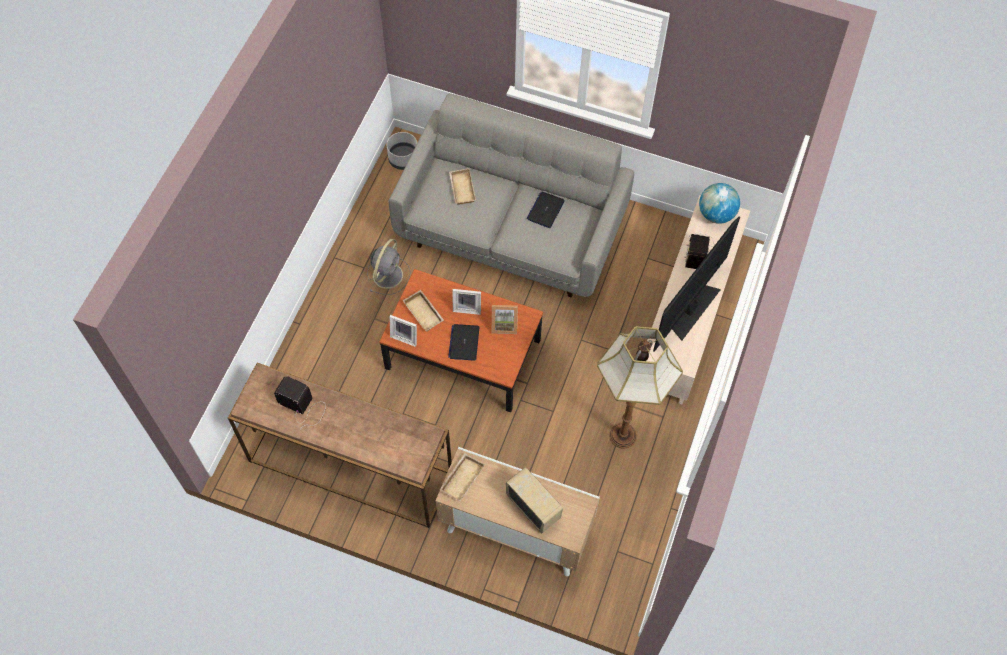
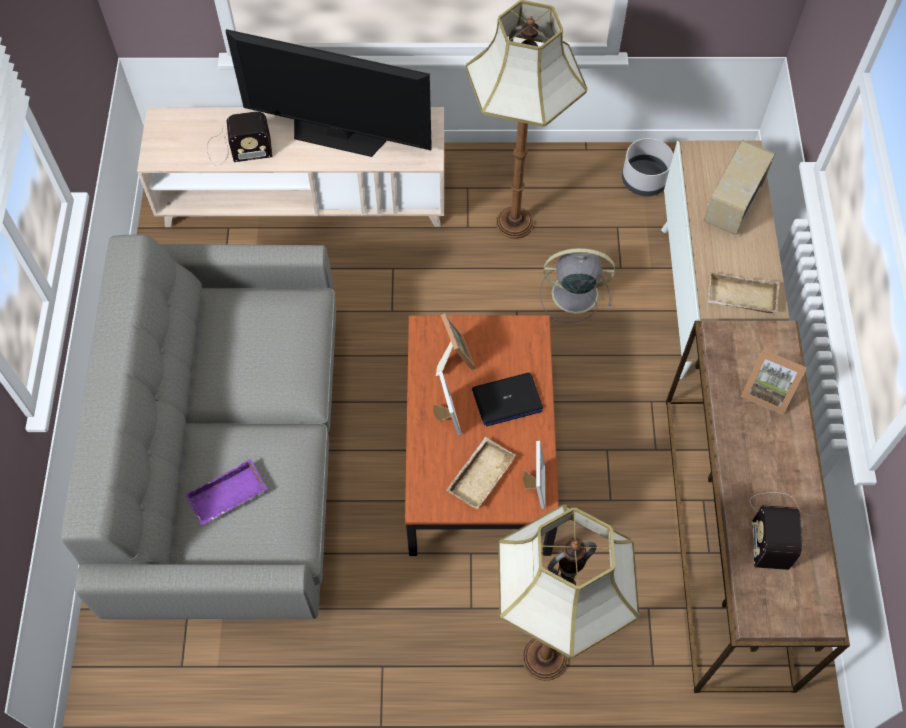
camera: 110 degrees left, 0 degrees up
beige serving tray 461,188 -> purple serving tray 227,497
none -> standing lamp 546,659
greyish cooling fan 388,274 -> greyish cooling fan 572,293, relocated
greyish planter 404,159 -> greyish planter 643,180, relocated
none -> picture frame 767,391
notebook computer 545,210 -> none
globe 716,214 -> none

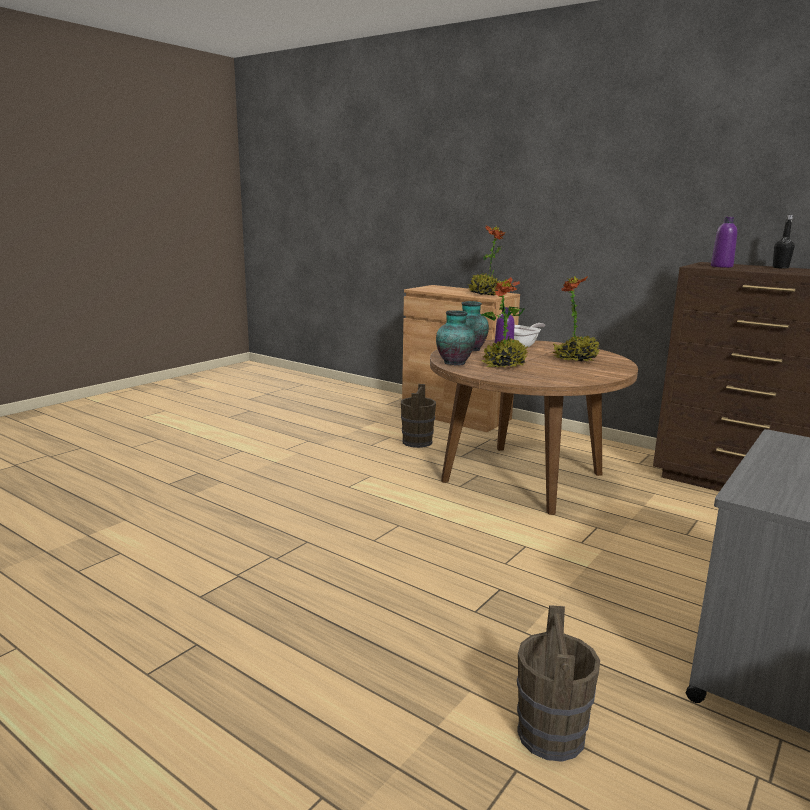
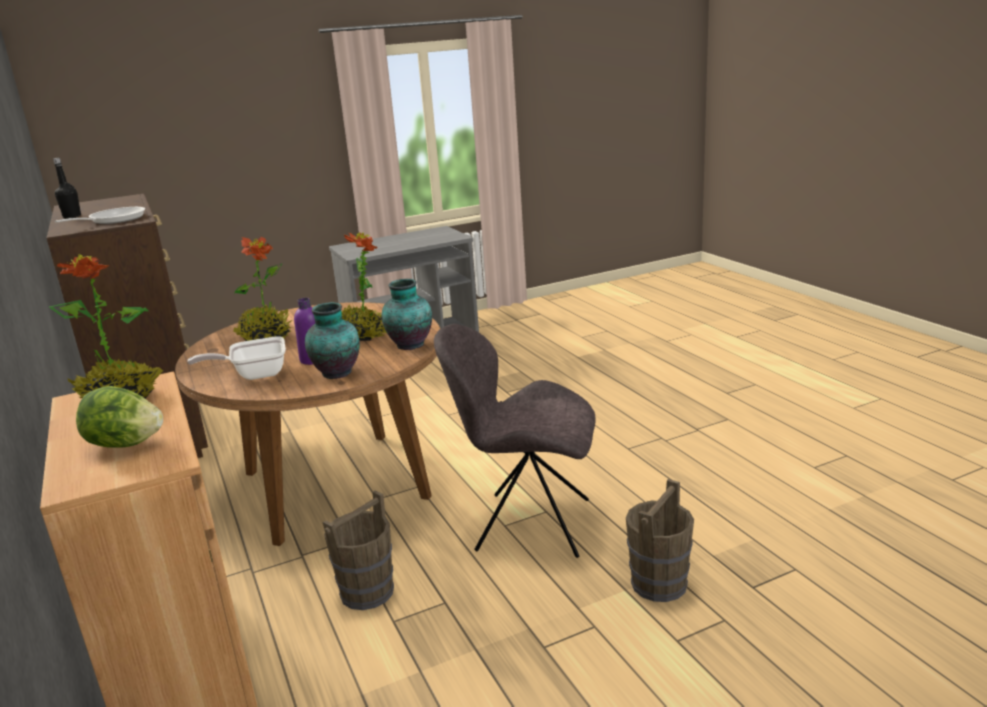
camera: 150 degrees left, 5 degrees up
purple beverage bottle 721,266 -> skillet 113,220
none -> lettuce head 125,444
none -> greyish chair 528,524
brown-coloured pail 551,734 -> brown-coloured pail 658,584, relocated

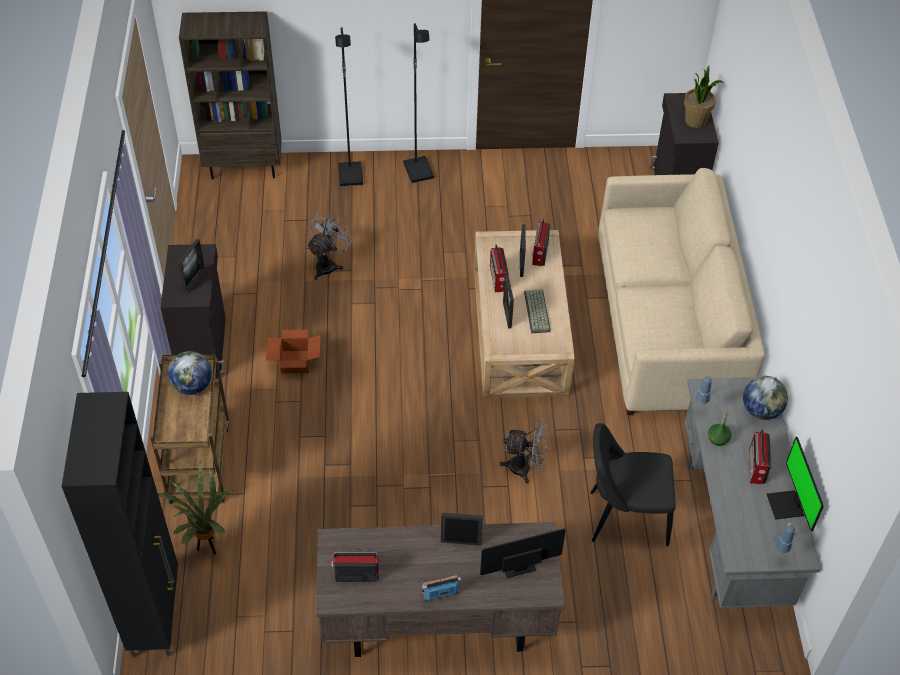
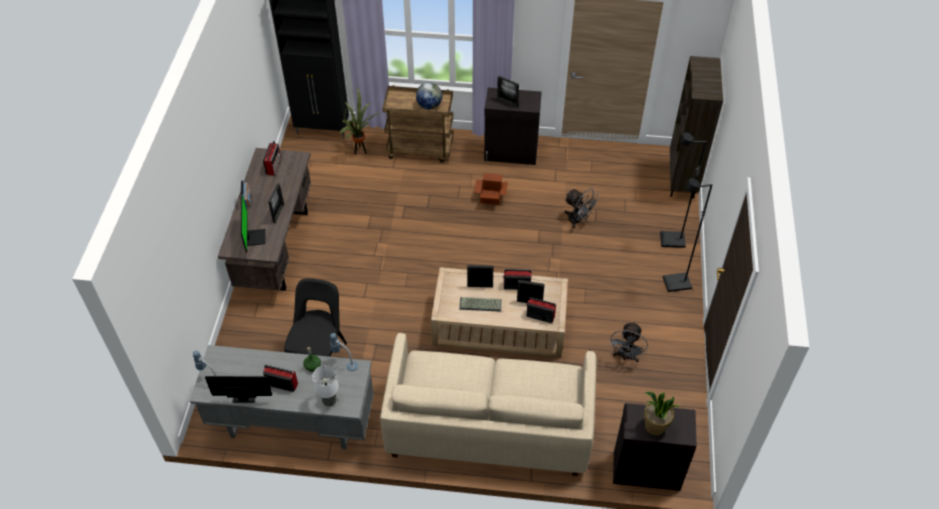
camera: 100 degrees right, 0 degrees up
globe 761,410 -> lamp for a table 329,400
greyish cooling fan 526,468 -> greyish cooling fan 625,356, relocated

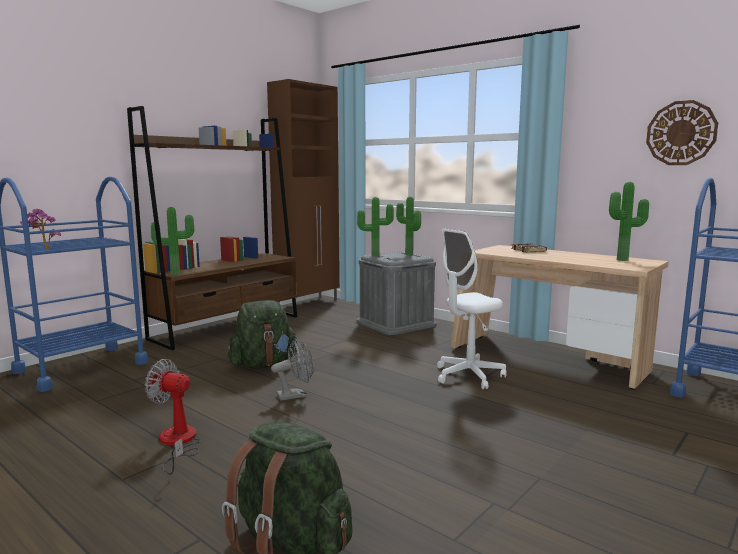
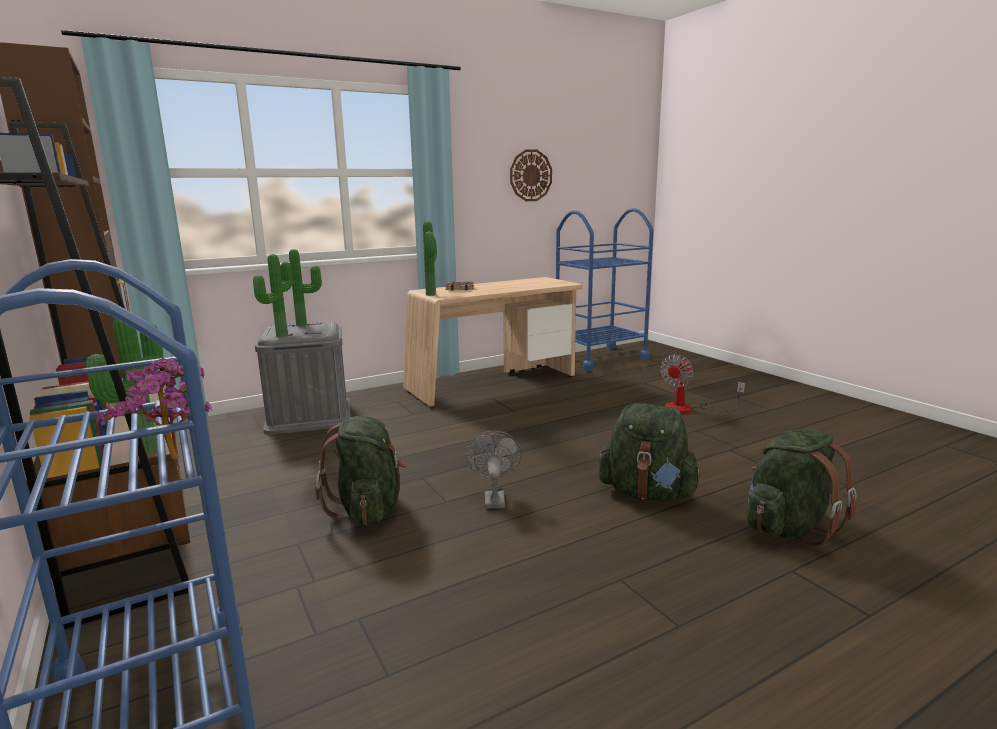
camera: 70 degrees left, 5 degrees up
plant in a pot 624,260 -> plant in a pot 432,294, relocated
none -> green backpack 647,493
cooling fan 177,443 -> cooling fan 688,409, relocated
white-coloured office chair 468,376 -> none

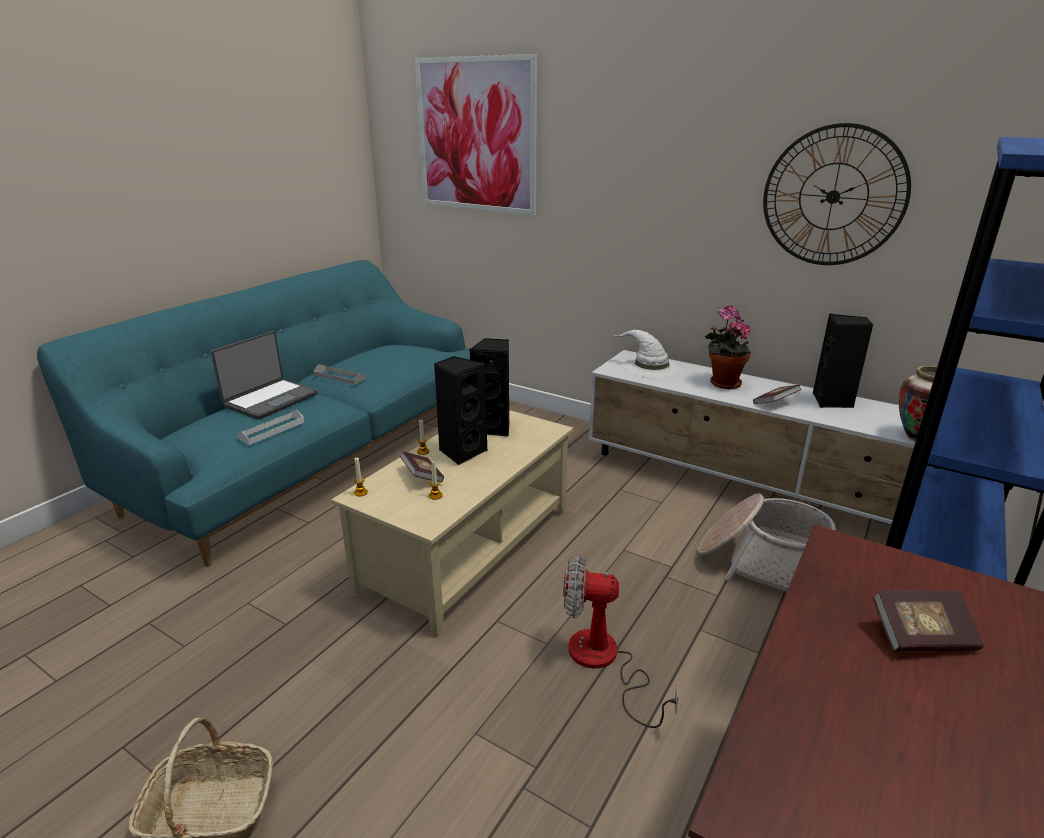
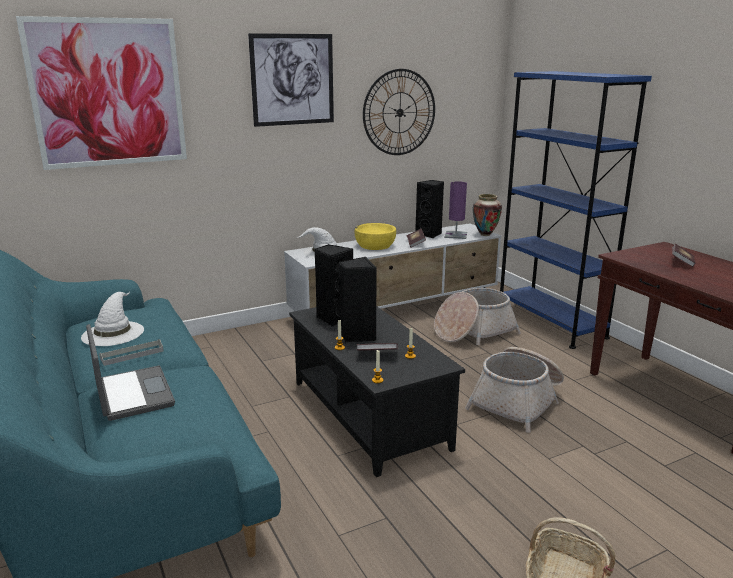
camera: 60 degrees left, 5 degrees down
none -> white-coloured clothing hat 113,333
none -> wall picture 292,80
beige coffee table 466,548 -> black-coloured coffee table 367,414
plant in a pot 722,383 -> yellow deep dish 375,245
none -> purple lamp for a table 456,235
cooling fan 603,662 -> storage basket 518,401
white-coloured serving tray 272,430 -> none

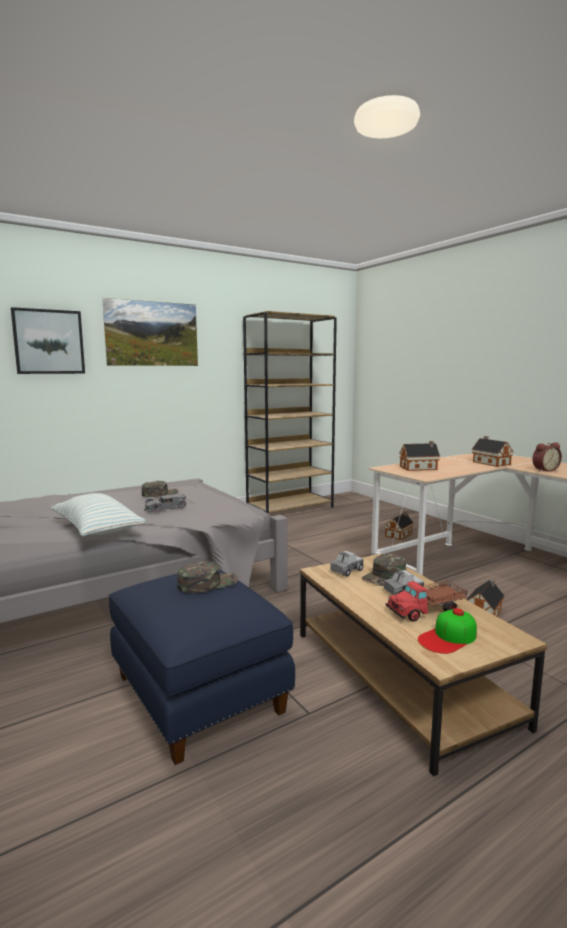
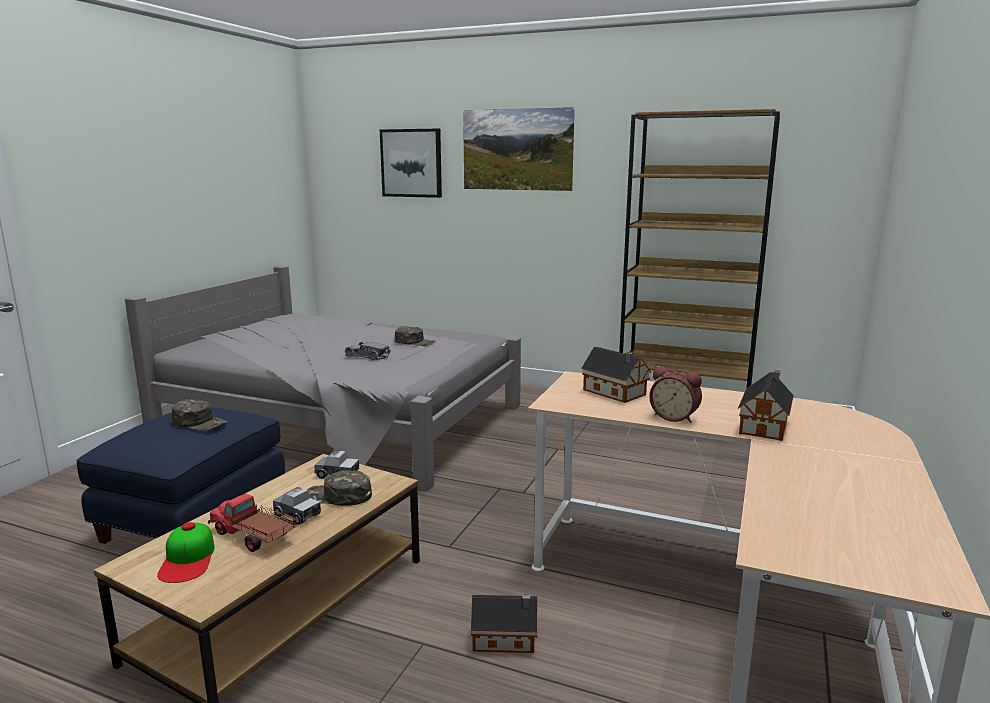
camera: 55 degrees right, 5 degrees up
baseball cap 448,637 -> baseball cap 188,559, 120 degrees counterclockwise
alarm clock 544,470 -> alarm clock 675,417, relocated
cushion 97,530 -> none
model house 399,534 -> none

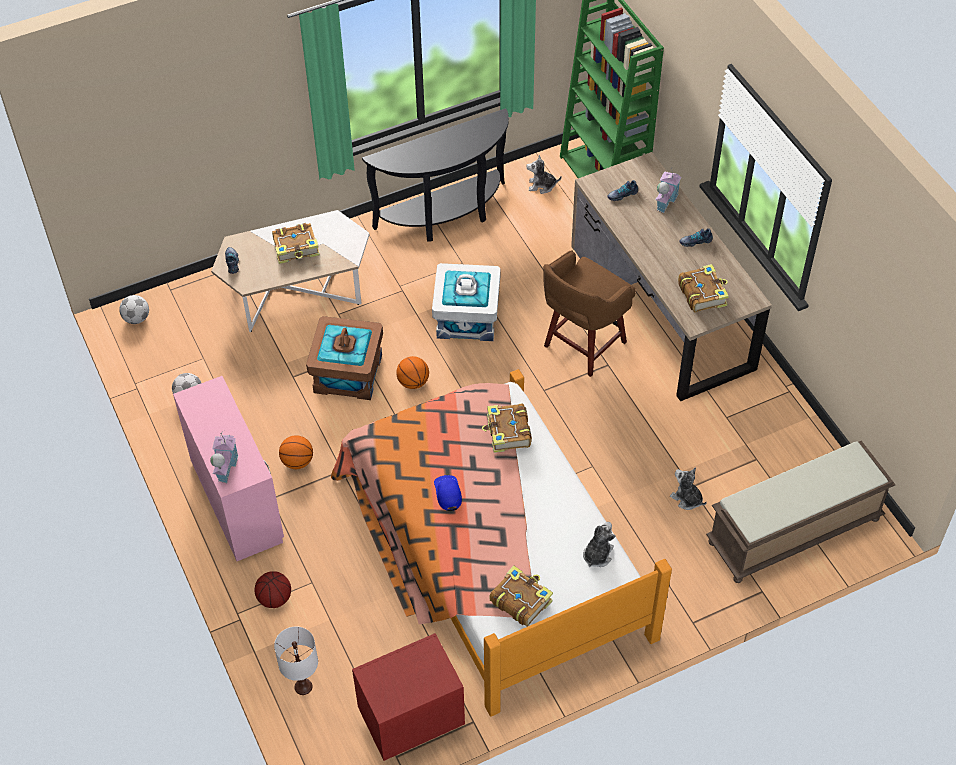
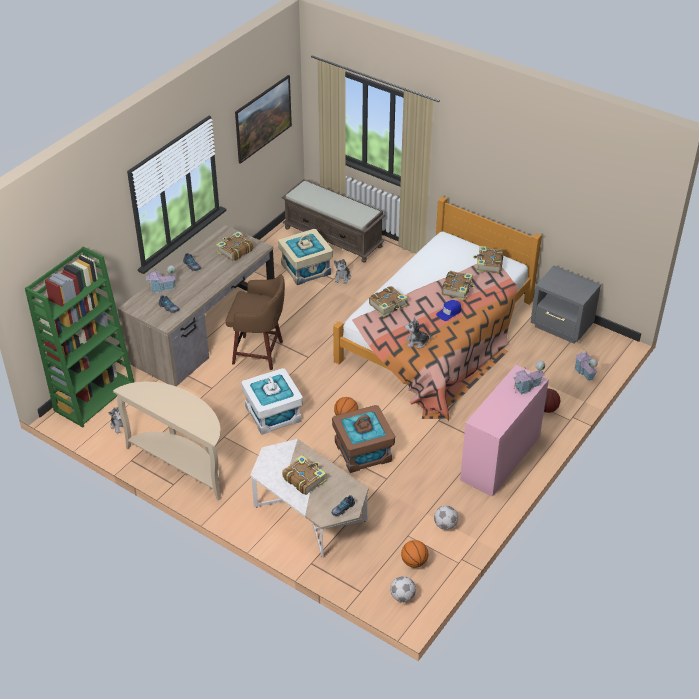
camera: 120 degrees left, 10 degrees down
black-coloured hall table 446,216 -> beige hall table 182,464
none -> wall picture 264,131
none -> beige storage bin 306,269
ball for basketball 297,462 -> ball for basketball 414,562, relocated
soft toy 597,555 -> soft toy 417,342, relocated
none -> volume 457,289
red bedside table 409,719 -> greyish bedside table 562,327
white-coloured lamp for a table 303,687 -> model house 584,373

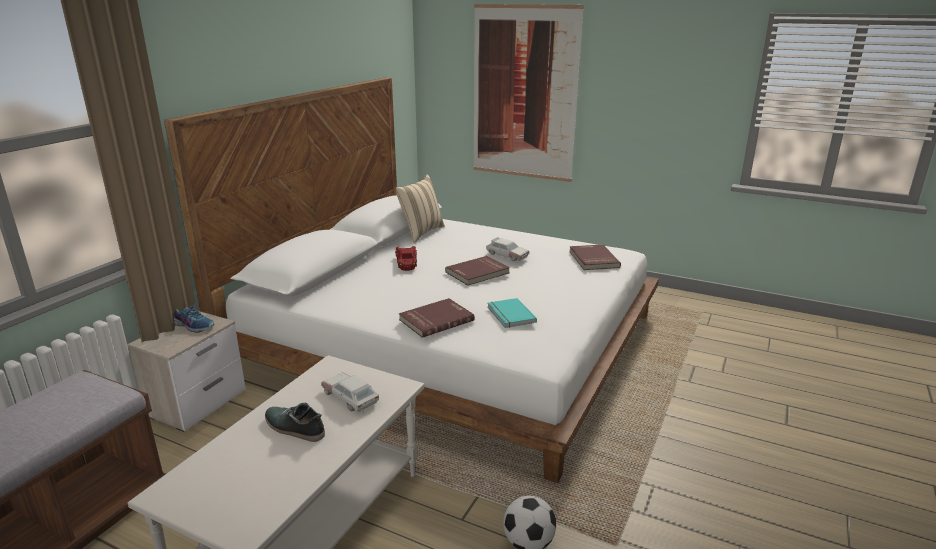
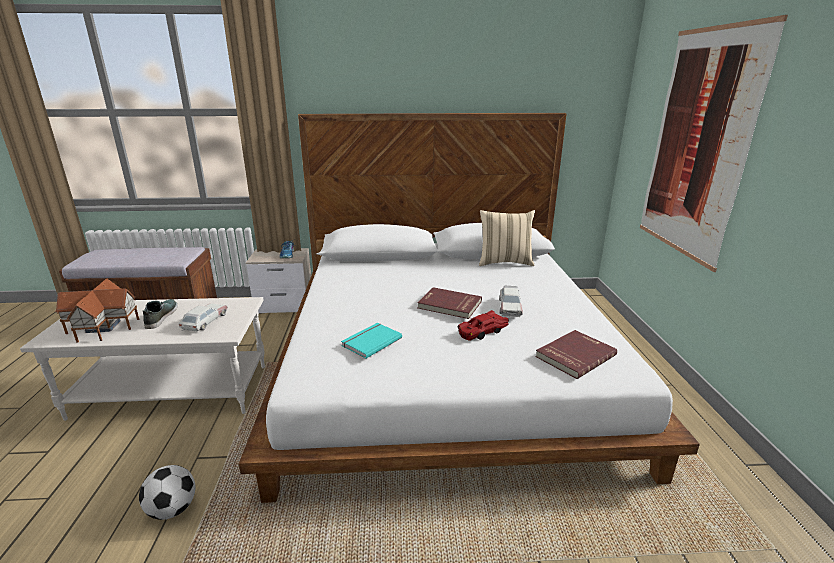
camera: 60 degrees right, 0 degrees up
none -> model house 104,327
red toy car 406,263 -> red toy car 482,331, relocated
red volume 435,319 -> none

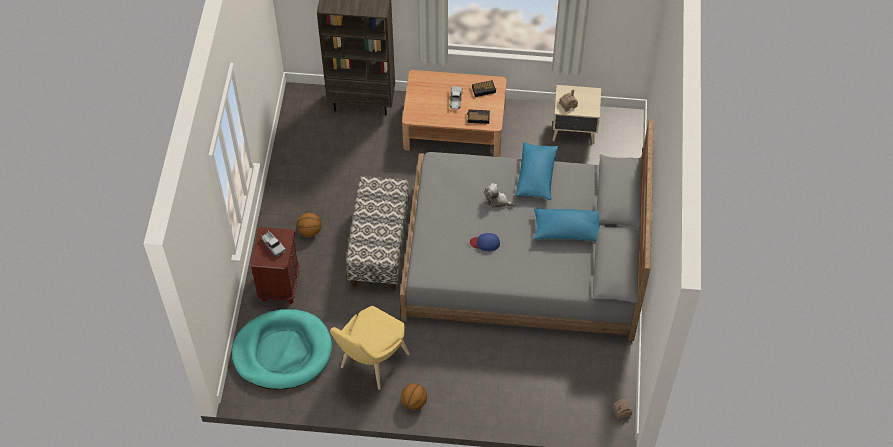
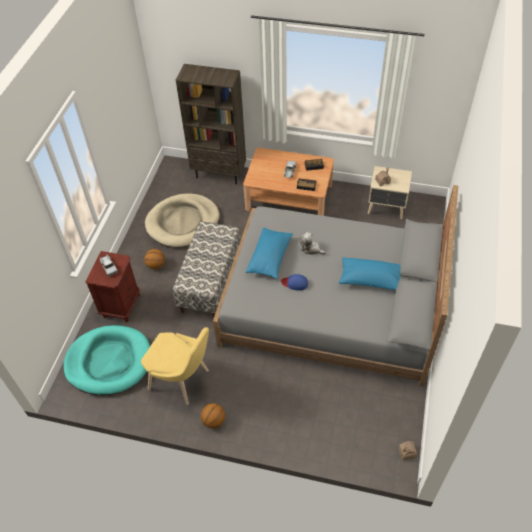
camera: 10 degrees right, 5 degrees down
yellow chair 371,363 -> yellow chair 183,381, 105 degrees counterclockwise
none -> beige dog cushion 183,223
bluish cushion 536,176 -> bluish cushion 269,258, relocated

